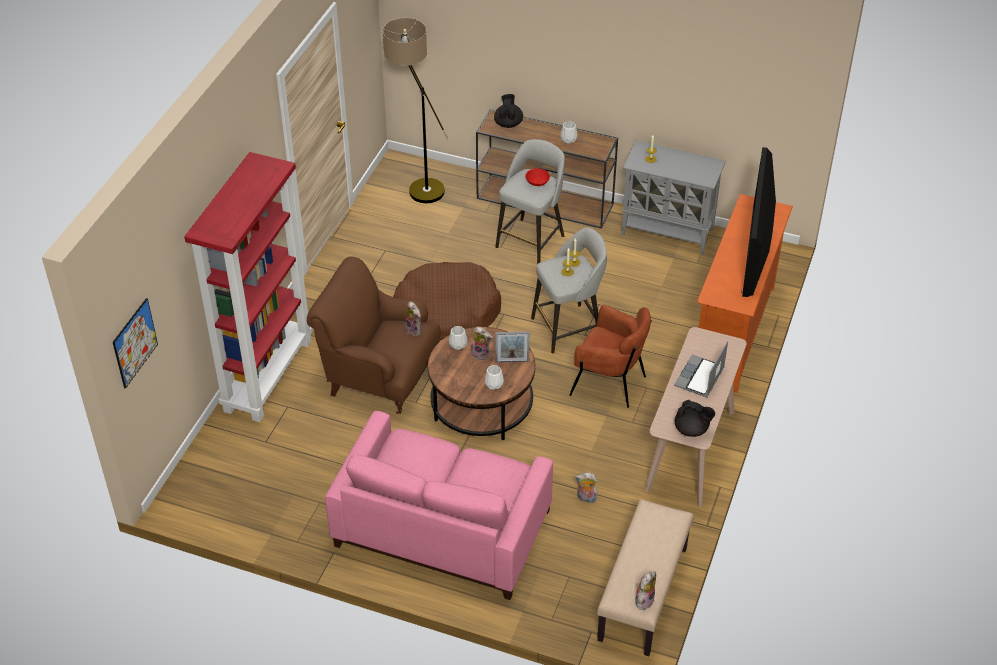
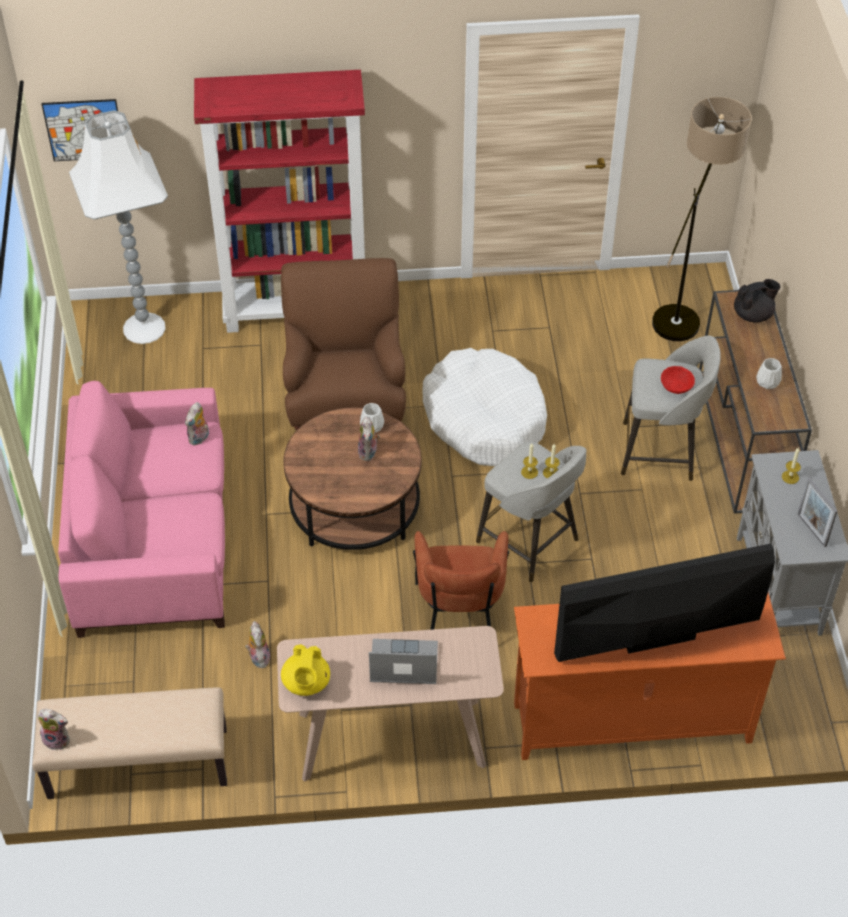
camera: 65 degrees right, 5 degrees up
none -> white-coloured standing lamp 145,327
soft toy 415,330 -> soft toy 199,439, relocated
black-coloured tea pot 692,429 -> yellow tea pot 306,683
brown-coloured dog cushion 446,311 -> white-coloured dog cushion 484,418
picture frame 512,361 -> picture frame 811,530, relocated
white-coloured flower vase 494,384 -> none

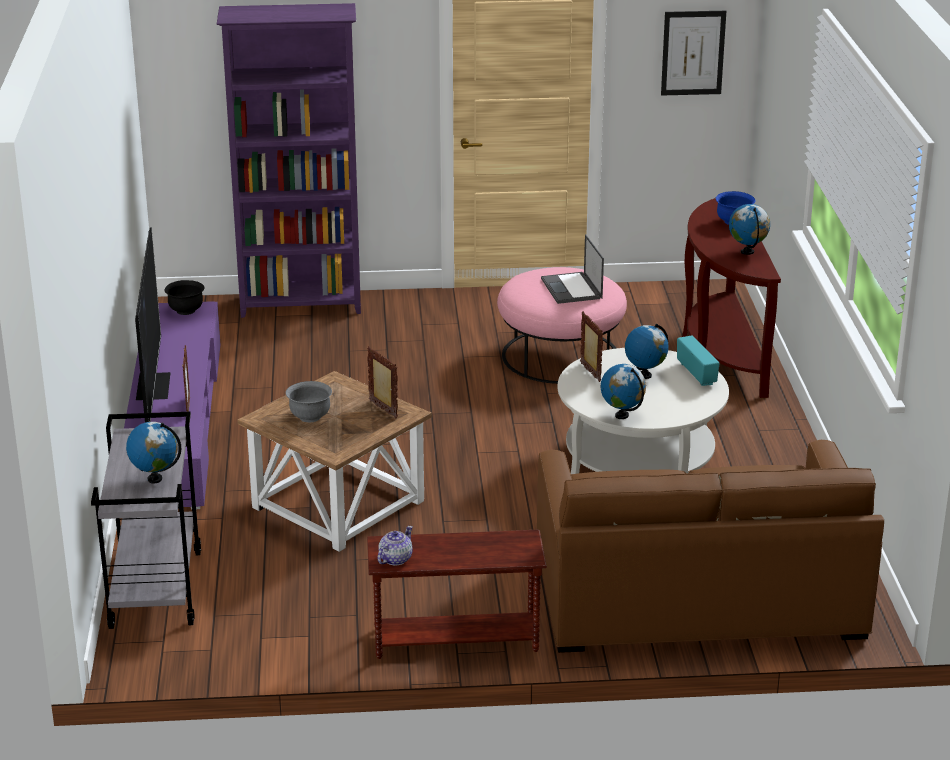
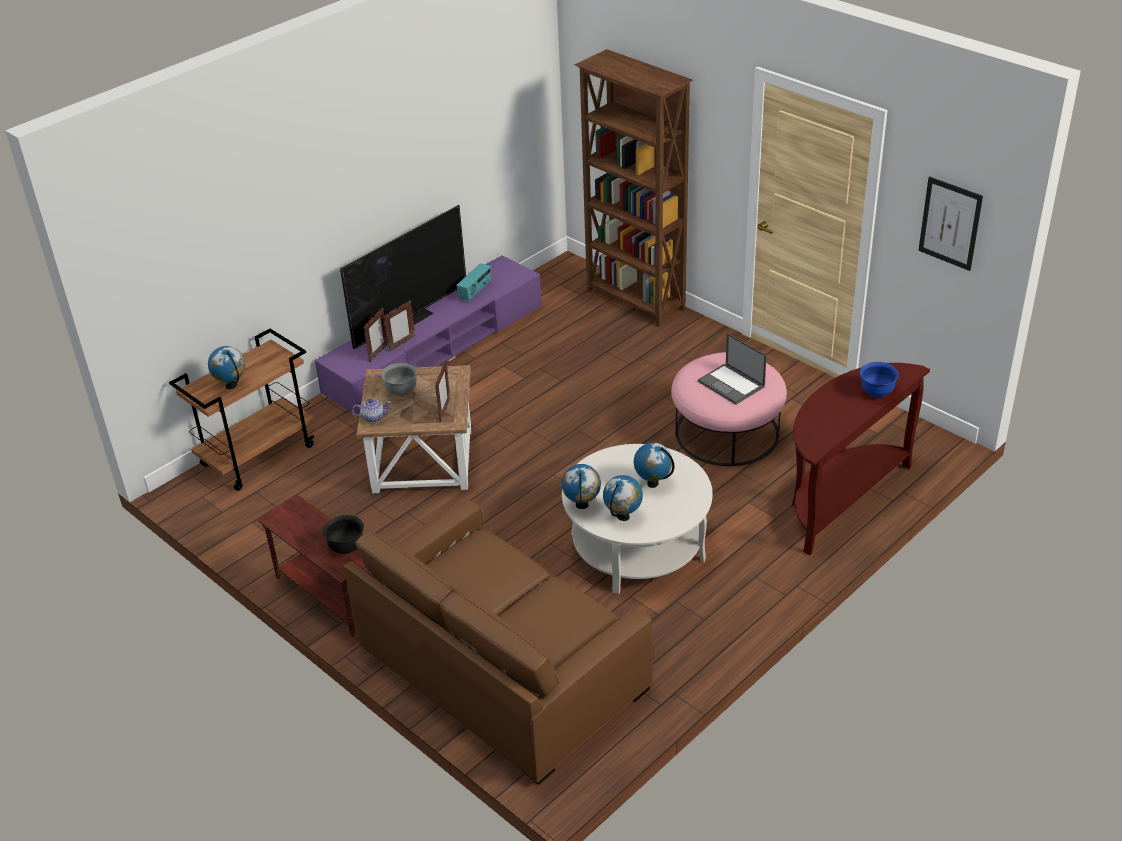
camera: 50 degrees right, 10 degrees up
greyish wheeled cart 155,589 -> brown-coloured wheeled cart 258,455
black-coloured deep dish 186,311 -> black-coloured deep dish 346,547, relocated
tea pot 395,559 -> tea pot 373,417, relocated
picture frame 590,373 -> picture frame 378,353, relocated
radio 697,374 -> radio 475,292, relocated
purple bookshelf 302,305 -> brown-coloured bookshelf 635,301
globe 747,252 -> globe 623,517, relocated
notebook computer 572,289 -> notebook computer 732,384, 75 degrees counterclockwise

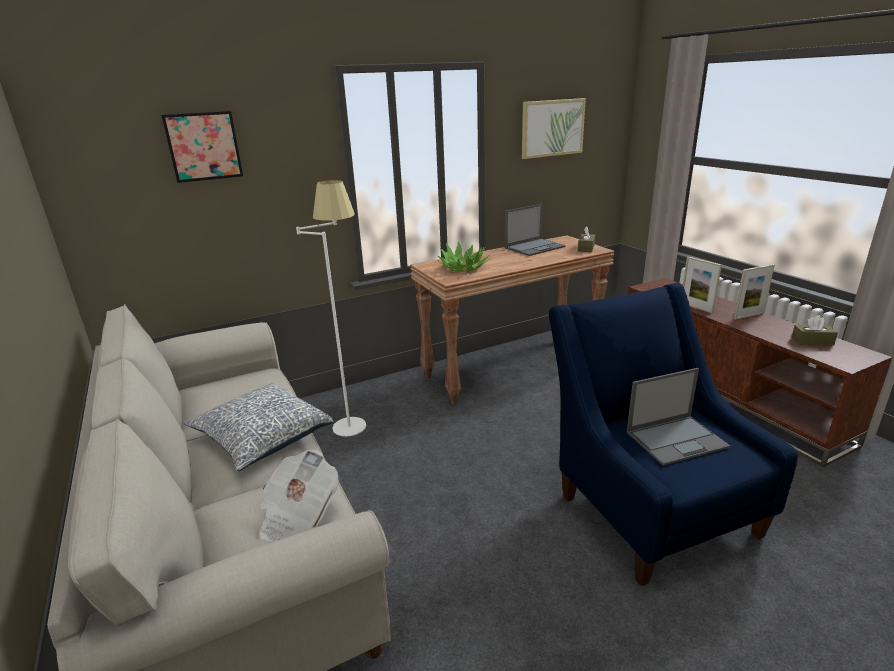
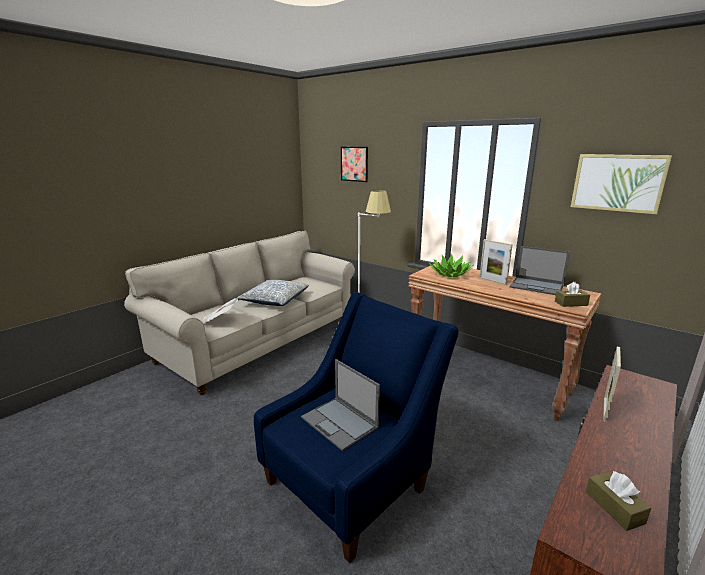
camera: 65 degrees right, 5 degrees down
picture frame 748,316 -> picture frame 492,281, relocated

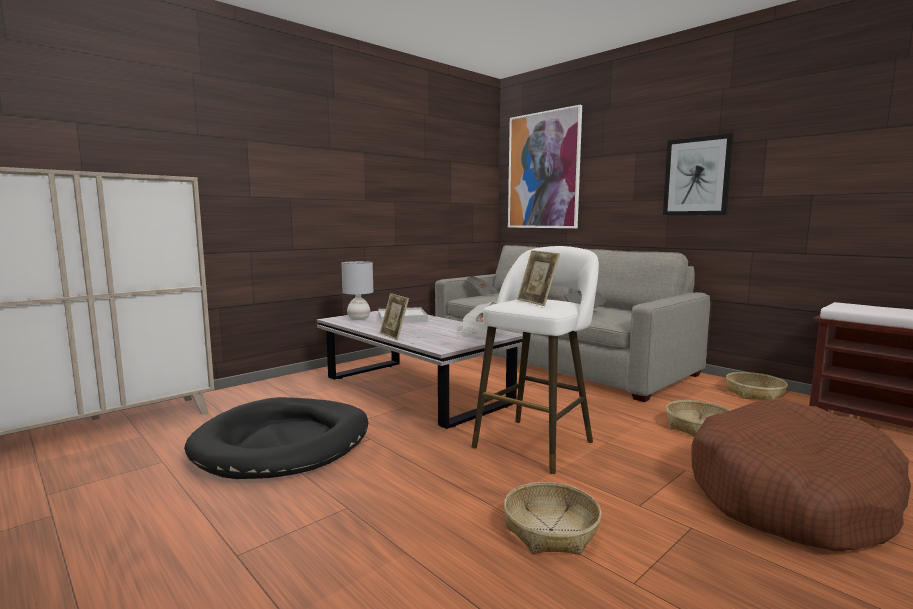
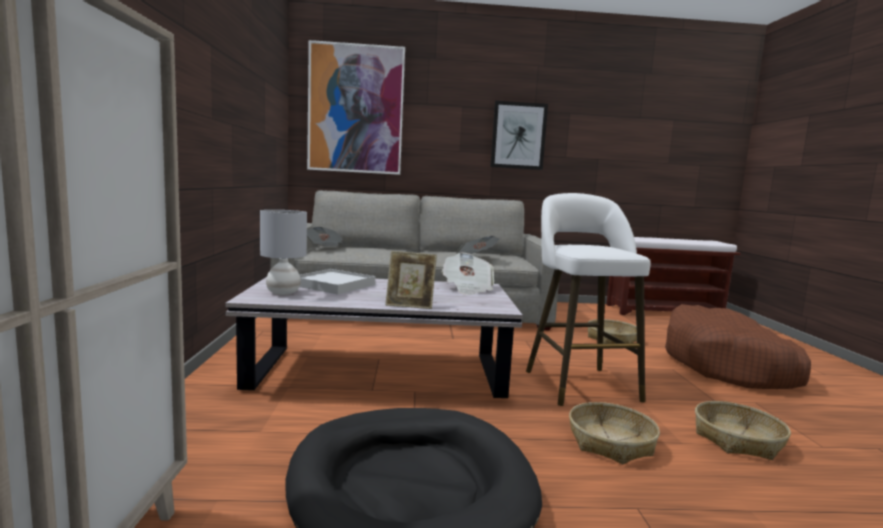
camera: 50 degrees left, 0 degrees up
storage basket 754,393 -> storage basket 611,443, relocated
picture frame 537,302 -> none

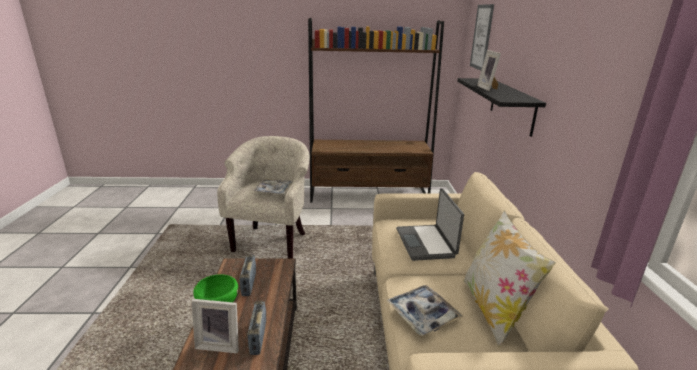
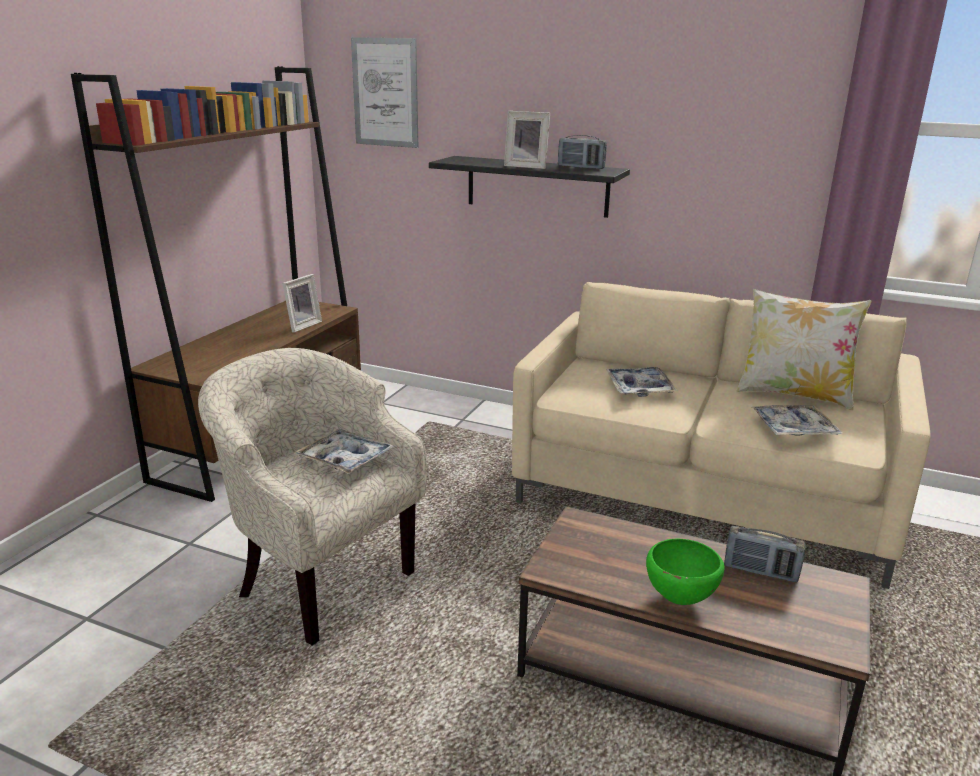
camera: 65 degrees left, 0 degrees up
picture frame 220,344 -> picture frame 301,325, relocated
radio 249,284 -> radio 581,167, relocated
notebook computer 426,243 -> serving tray 639,388

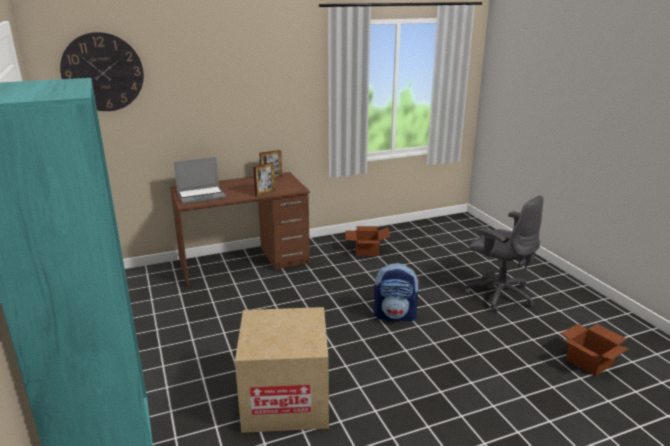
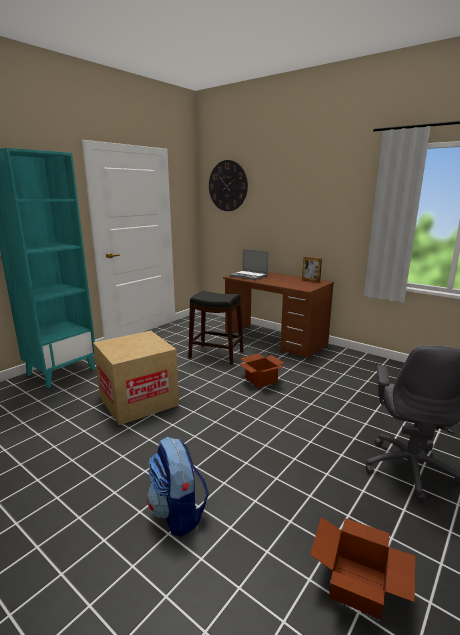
camera: 60 degrees right, 5 degrees down
backpack 395,315 -> backpack 178,513, relocated
none -> black-coloured stool 216,355
cardboard box 366,250 -> cardboard box 261,379, relocated
picture frame 265,193 -> none

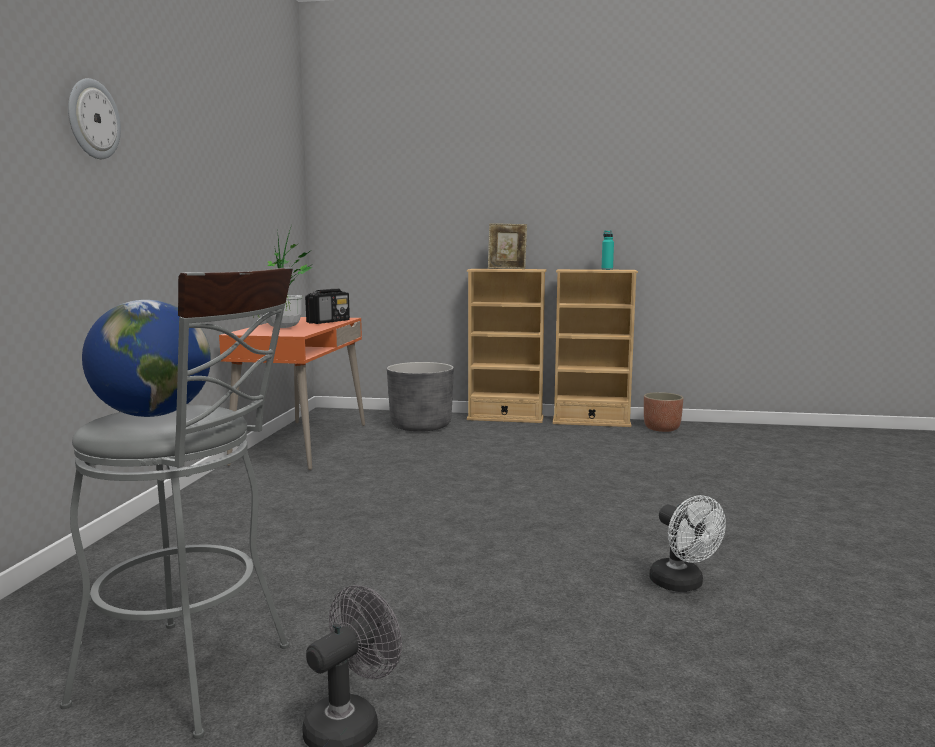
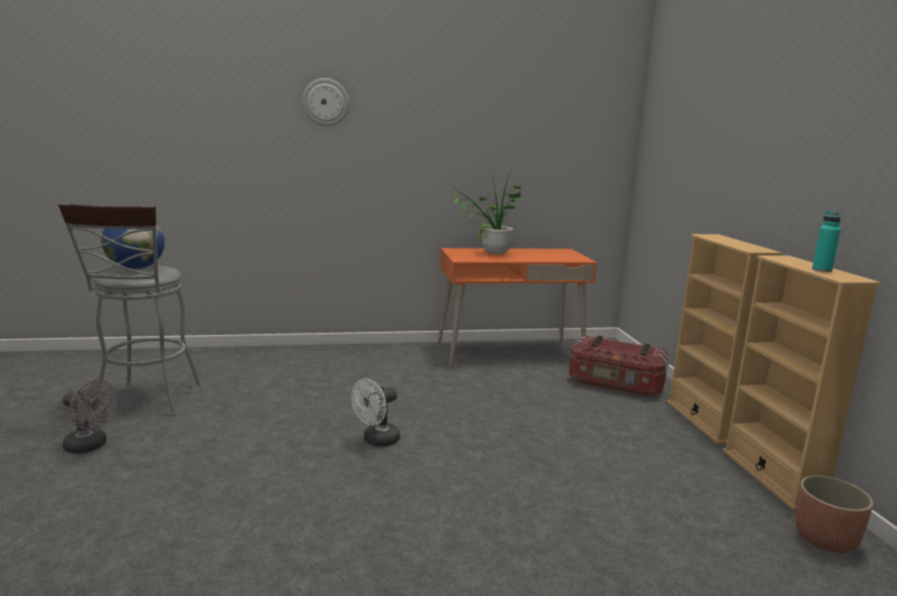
camera: 70 degrees right, 5 degrees up
white-coloured cooling fan 682,585 -> white-coloured cooling fan 377,441, relocated
greyish planter 421,426 -> storage bin 615,385
radio 328,321 -> none
picture frame 507,269 -> none

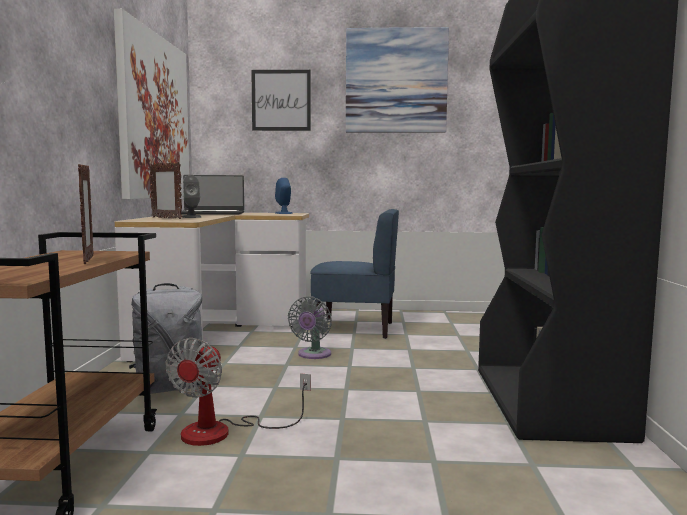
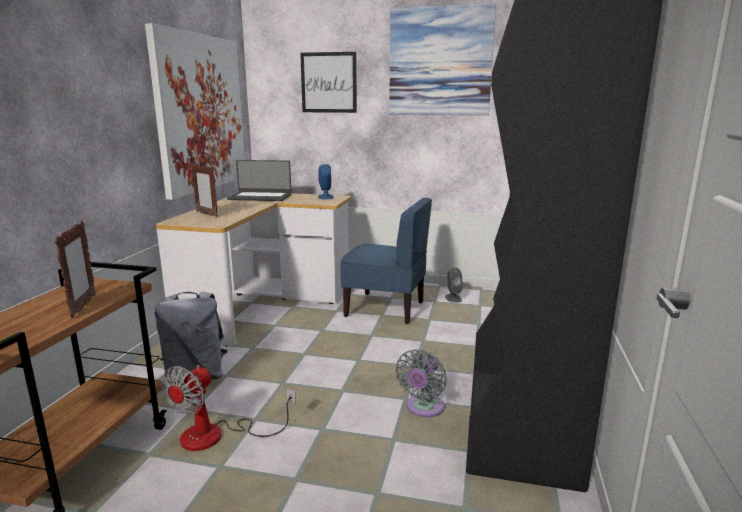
camera: 10 degrees right, 10 degrees up
greyish cooling fan 313,355 -> greyish cooling fan 423,408, relocated
greyish loudspeaker 191,217 -> greyish loudspeaker 453,298, relocated

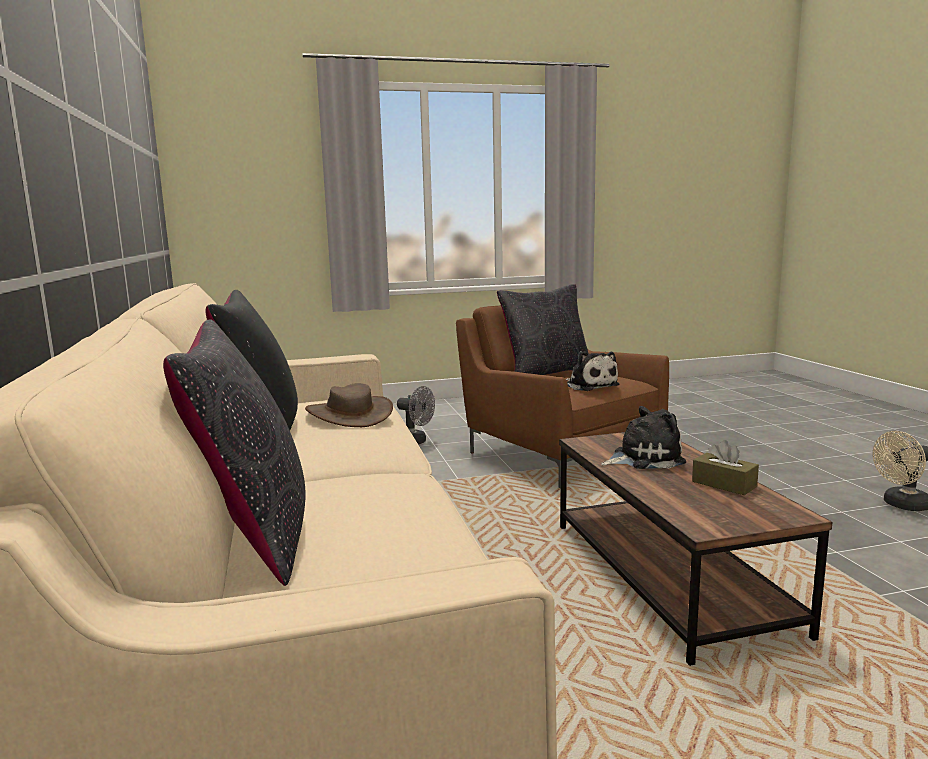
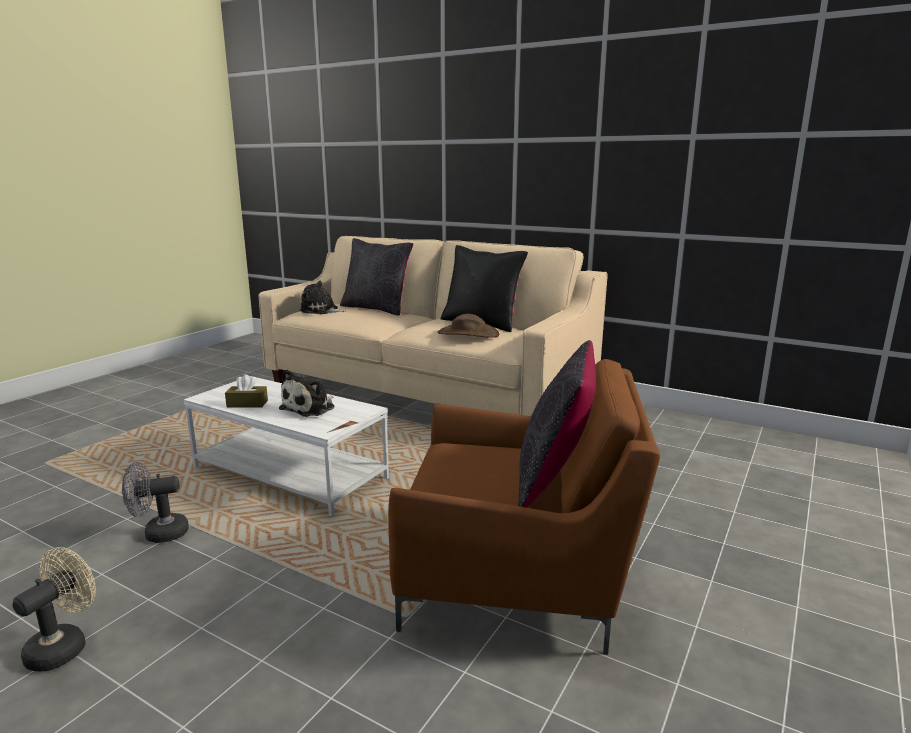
camera: 135 degrees right, 5 degrees up
greyish cooling fan 416,442 -> greyish cooling fan 159,534, relocated
brown-coloured coffee table 666,575 -> white-coloured coffee table 291,473
soft toy 589,385 -> soft toy 321,311, relocated

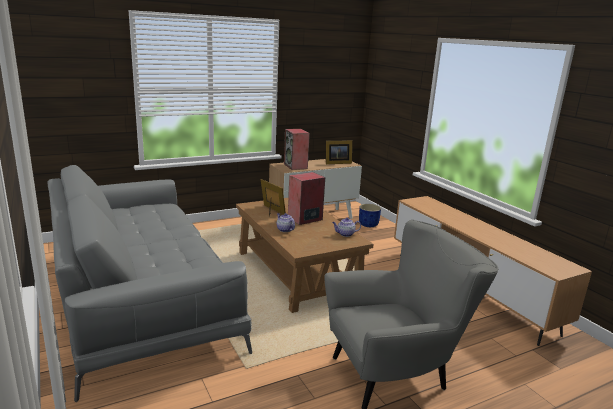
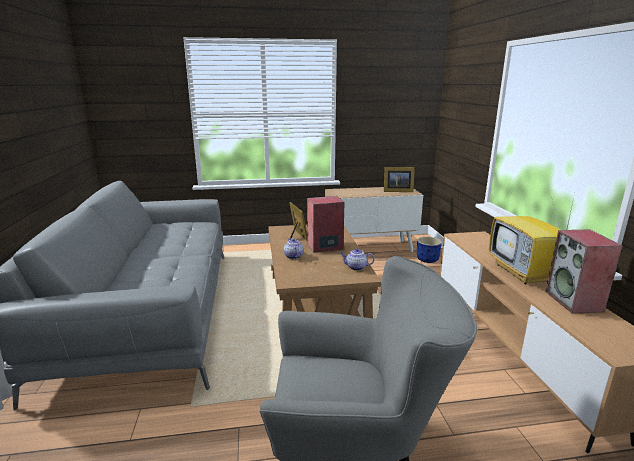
camera: 20 degrees right, 0 degrees up
none -> television 524,273
loudspeaker 296,166 -> loudspeaker 574,301, relocated

